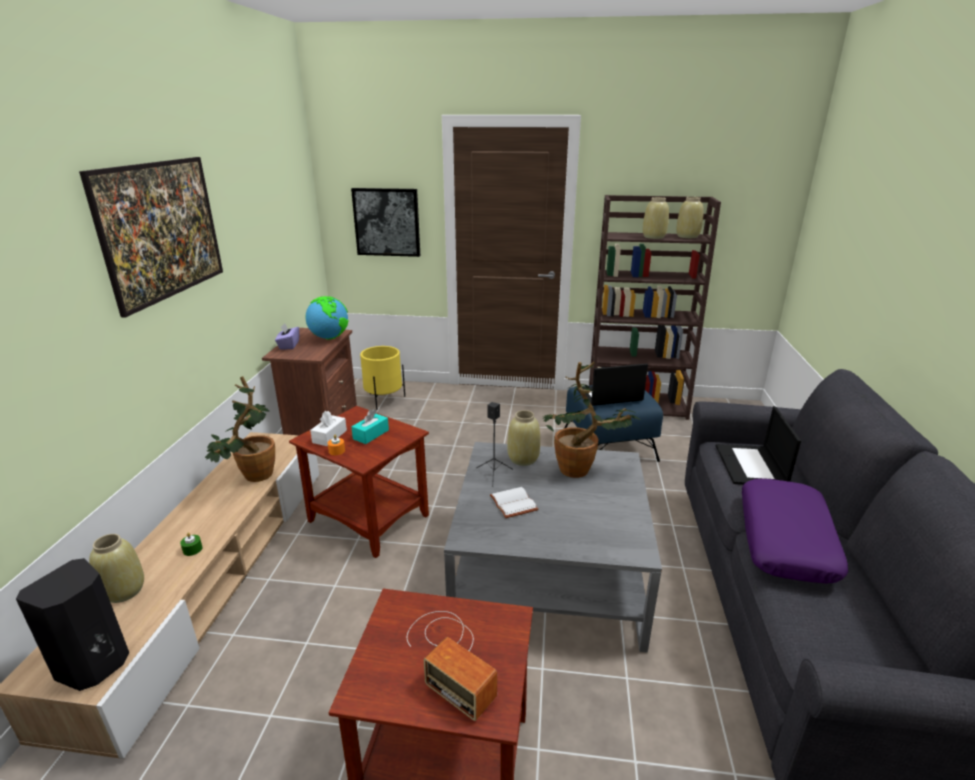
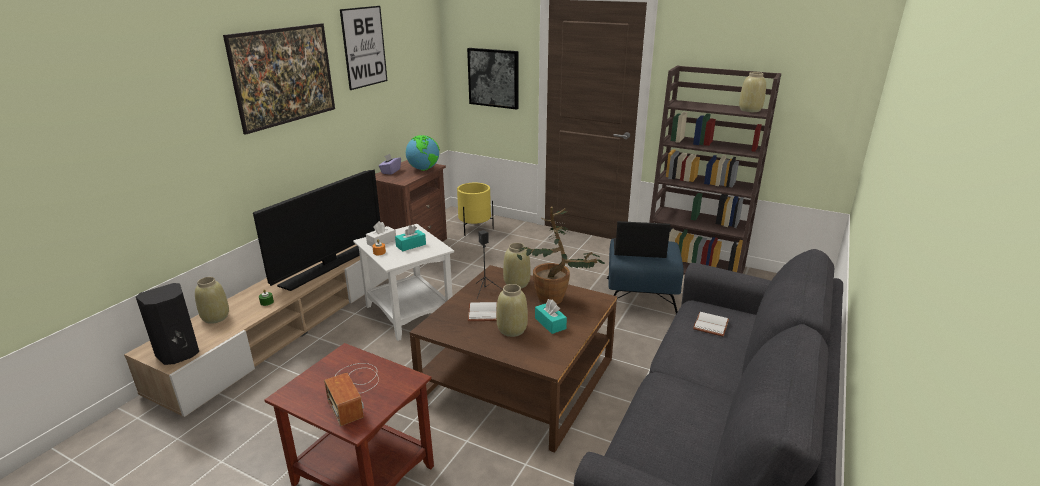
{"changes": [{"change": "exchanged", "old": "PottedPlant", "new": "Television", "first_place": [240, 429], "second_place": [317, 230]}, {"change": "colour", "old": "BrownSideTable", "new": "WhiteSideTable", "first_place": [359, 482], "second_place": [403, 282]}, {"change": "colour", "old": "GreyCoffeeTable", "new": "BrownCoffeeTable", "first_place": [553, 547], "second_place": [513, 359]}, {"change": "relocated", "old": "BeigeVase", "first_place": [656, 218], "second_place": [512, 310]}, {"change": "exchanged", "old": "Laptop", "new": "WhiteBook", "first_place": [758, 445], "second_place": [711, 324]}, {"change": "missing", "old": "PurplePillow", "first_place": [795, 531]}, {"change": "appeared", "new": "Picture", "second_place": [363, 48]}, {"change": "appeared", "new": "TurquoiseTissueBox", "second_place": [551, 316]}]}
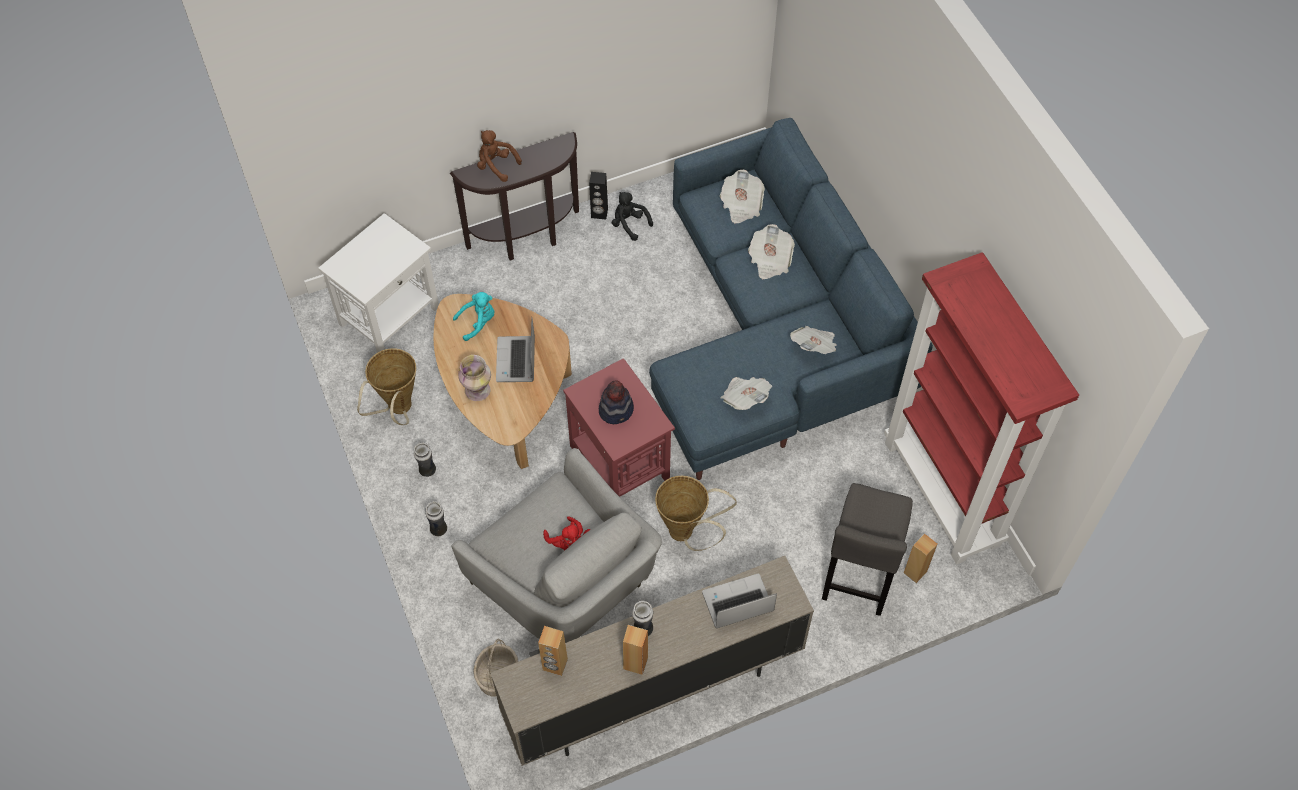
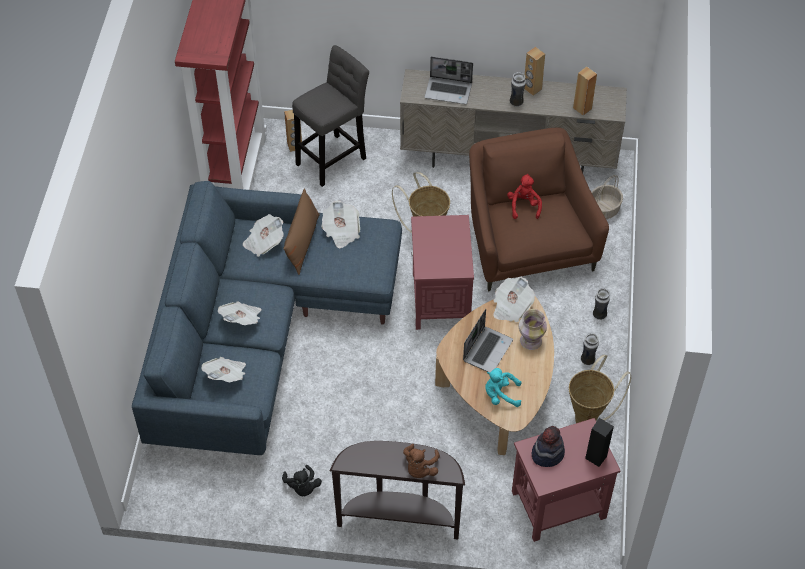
{"changes": [{"change": "colour", "old": "WhiteSideTable", "new": "RedSideTable", "first_place": [378, 283], "second_place": [566, 480]}, {"change": "colour", "old": "GreyArmchair", "new": "BrownArmchair", "first_place": [557, 545], "second_place": [539, 209]}, {"change": "spun", "old": "BrownPlushToy", "first_place": [499, 156], "second_place": [421, 461], "degrees": 45}, {"change": "relocated", "old": "BlackSpeaker", "first_place": [598, 195], "second_place": [599, 442]}, {"change": "relocated", "old": "Hat", "first_place": [616, 402], "second_place": [548, 446]}, {"change": "appeared", "new": "BrownPillow", "second_place": [301, 231]}, {"change": "appeared", "new": "Newspaper", "second_place": [514, 299]}]}
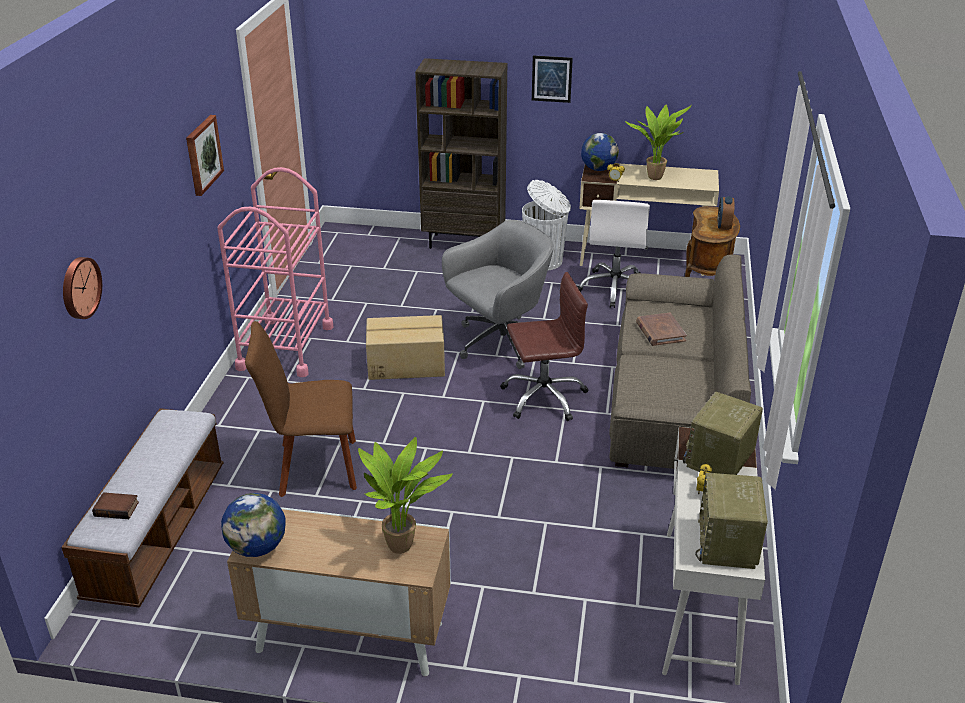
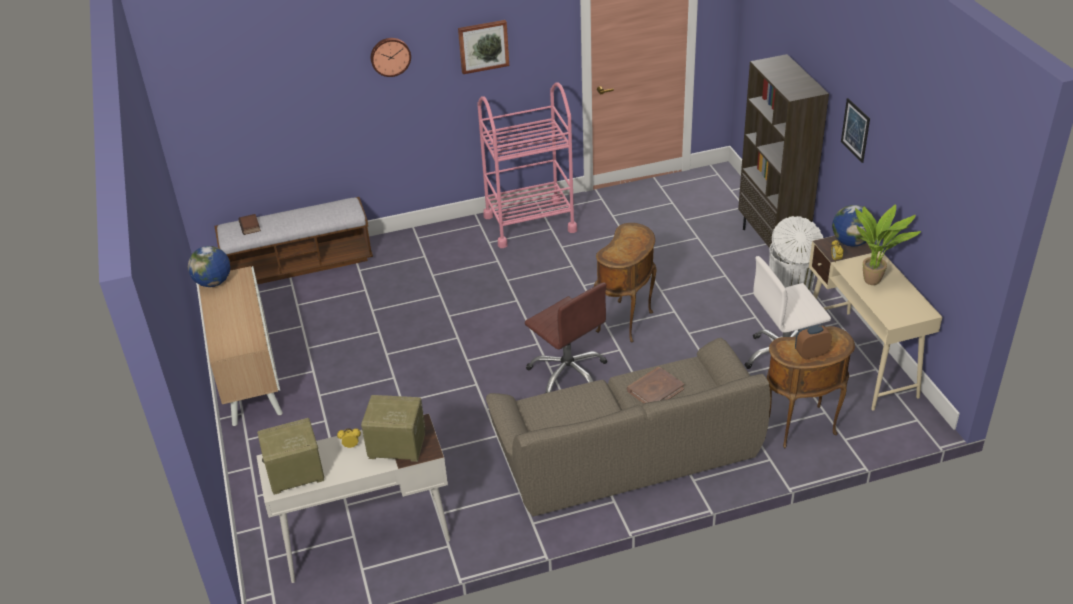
{"changes": [{"change": "relocated", "old": "WallClock", "first_place": [82, 288], "second_place": [391, 57]}, {"change": "missing", "old": "BrownChair", "first_place": [301, 409]}, {"change": "missing", "old": "PottedPlant", "first_place": [405, 495]}, {"change": "missing", "old": "CardboardBox", "first_place": [405, 347]}, {"change": "exchanged", "old": "GreyOfficeChair", "new": "BrownSideTable", "first_place": [498, 294], "second_place": [625, 283]}]}
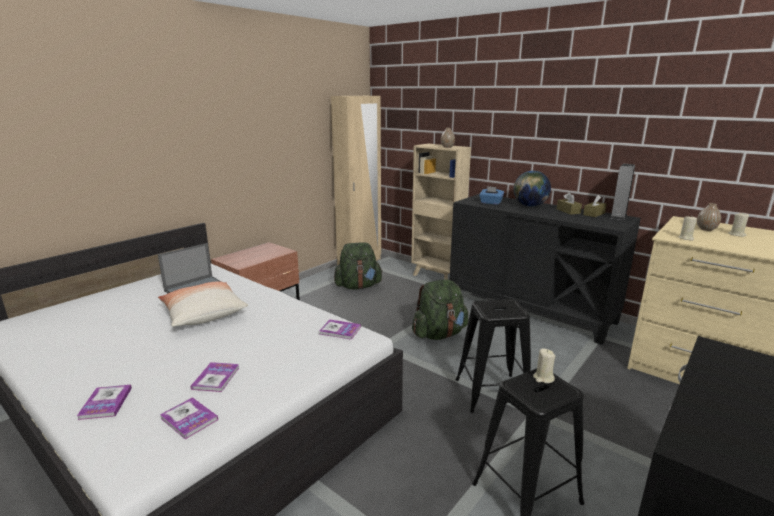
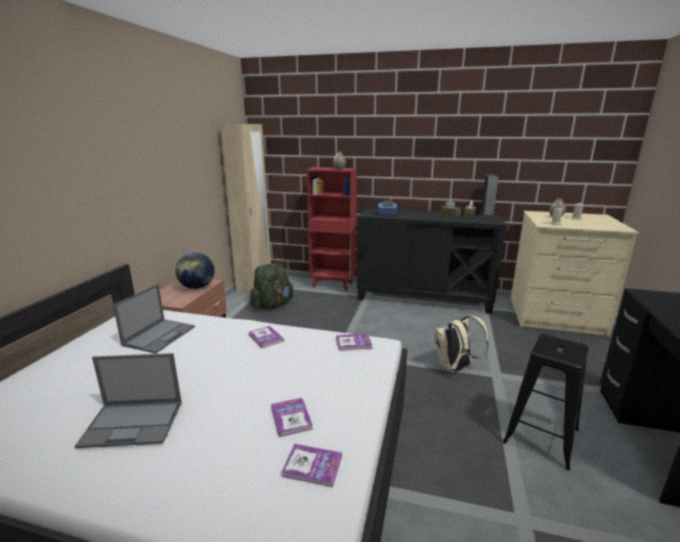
{"changes": [{"change": "relocated", "old": "Book", "first_place": [104, 402], "second_place": [266, 337]}, {"change": "missing", "old": "Pillow", "first_place": [203, 304]}, {"change": "colour", "old": "BeigeBookcase", "new": "RedBookcase", "first_place": [441, 211], "second_place": [332, 229]}, {"change": "missing", "old": "GreenBackpack", "first_place": [440, 309]}, {"change": "exchanged", "old": "BlackStool", "new": "BeigeBackpack", "first_place": [493, 356], "second_place": [461, 344]}, {"change": "relocated", "old": "Globe", "first_place": [532, 189], "second_place": [195, 270]}, {"change": "missing", "old": "BeigeCandle", "first_place": [544, 366]}, {"change": "appeared", "new": "Laptop", "second_place": [128, 400]}]}
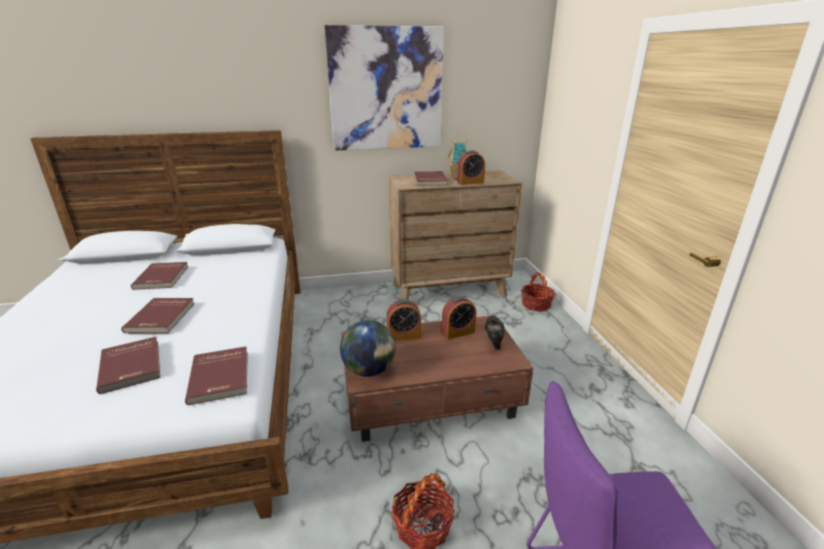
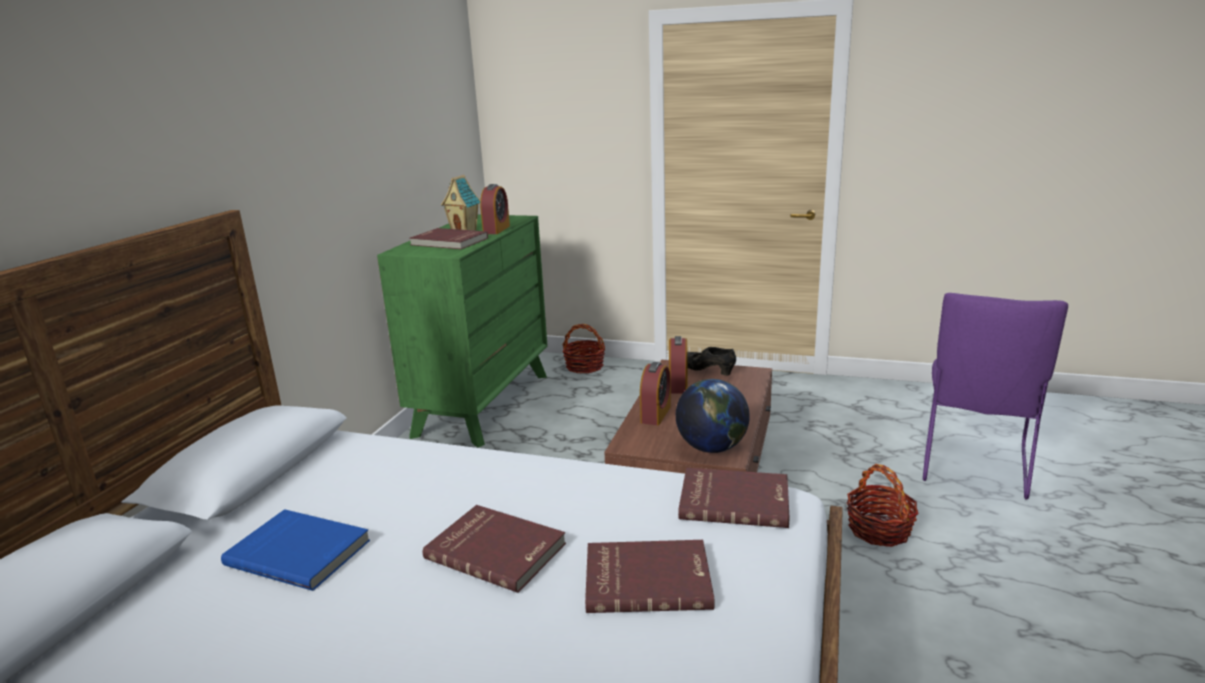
{"changes": [{"change": "colour", "old": "RedBook", "new": "BlueBook", "first_place": [159, 276], "second_place": [295, 550]}, {"change": "missing", "old": "Picture", "first_place": [384, 88]}, {"change": "colour", "old": "BrownDresser", "new": "GreenDresser", "first_place": [455, 235], "second_place": [462, 331]}]}
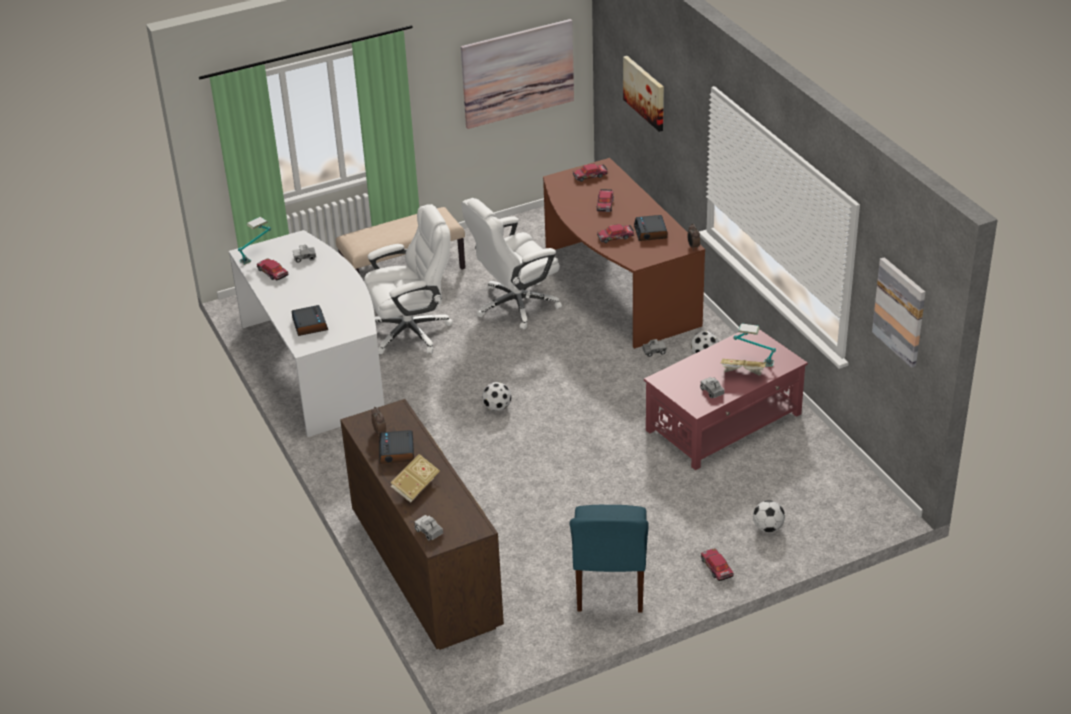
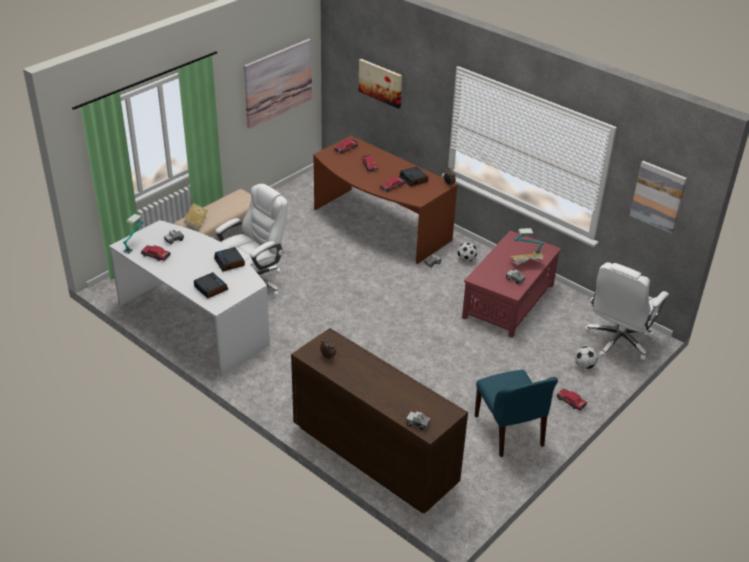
{"changes": [{"change": "relocated", "old": "AlarmClock", "first_place": [396, 447], "second_place": [229, 259]}, {"change": "relocated", "old": "Book", "first_place": [415, 478], "second_place": [196, 216]}, {"change": "relocated", "old": "WhiteOfficeChair", "first_place": [511, 264], "second_place": [626, 311]}, {"change": "missing", "old": "Football", "first_place": [496, 396]}]}
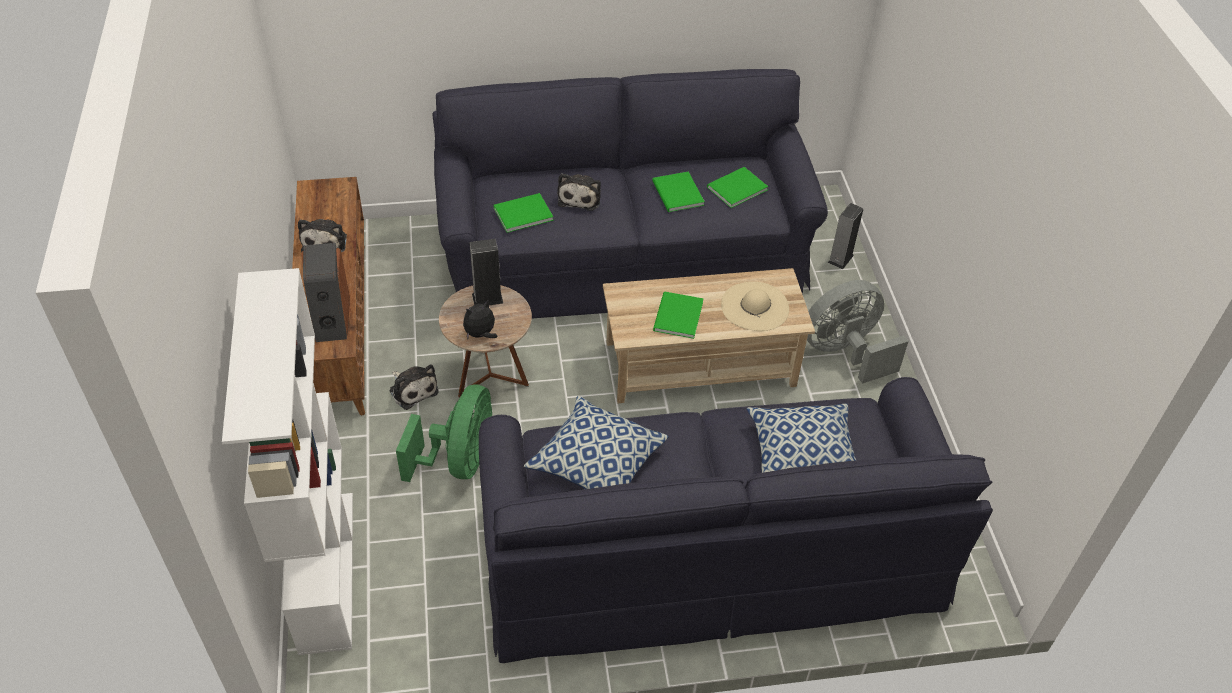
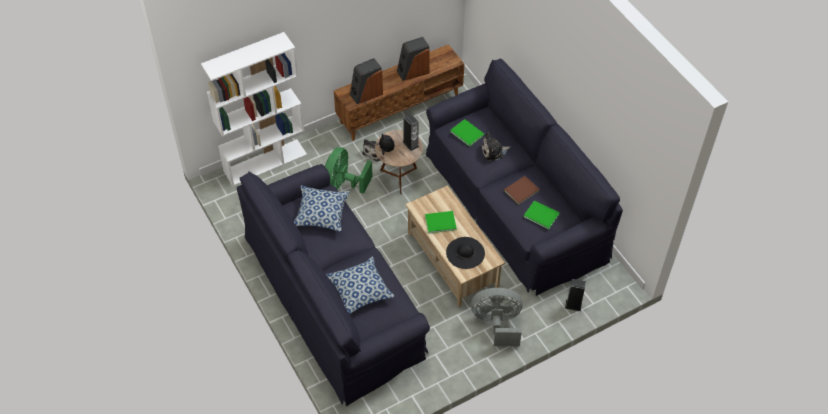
{"changes": [{"change": "exchanged", "old": "PlushToy", "new": "Speaker", "first_place": [322, 236], "second_place": [413, 59]}, {"change": "spun", "old": "GreenFan", "first_place": [444, 433], "second_place": [349, 170], "degrees": 120}, {"change": "colour", "old": "GreenBook", "new": "BrownBook", "first_place": [678, 191], "second_place": [521, 190]}, {"change": "colour", "old": "BeigeHat", "new": "BlackHat", "first_place": [755, 306], "second_place": [465, 253]}, {"change": "spun", "old": "GreyFan", "first_place": [858, 332], "second_place": [496, 317], "degrees": -45}]}
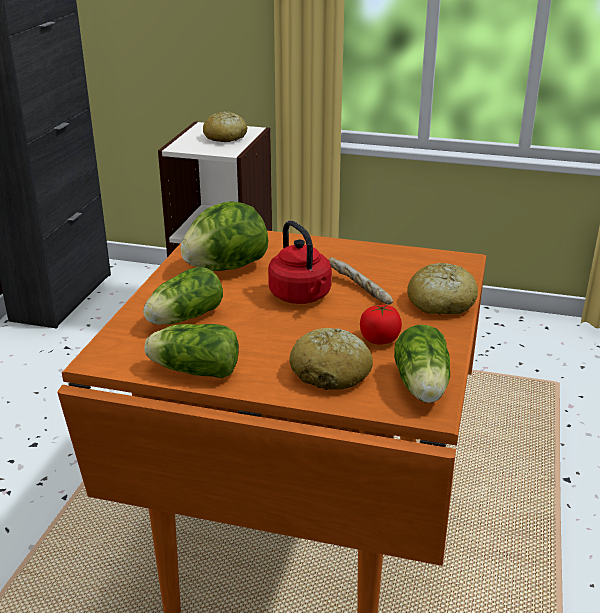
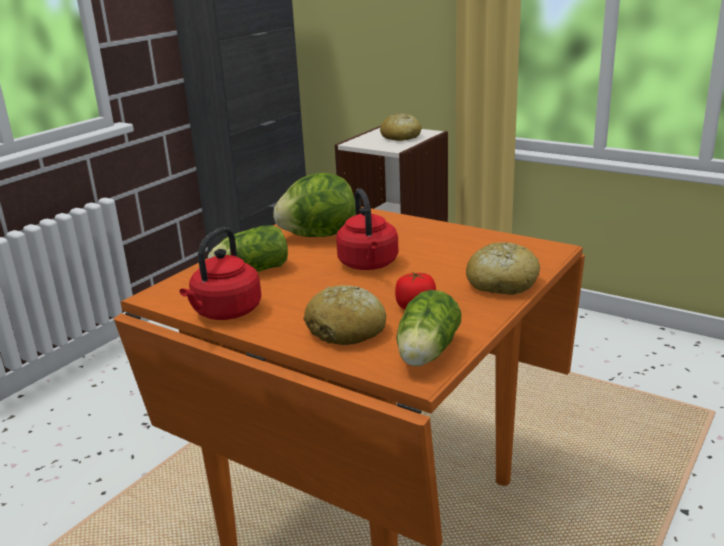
{"changes": [{"change": "exchanged", "old": "Lettuce", "new": "RedKettle", "first_place": [191, 351], "second_place": [221, 273]}, {"change": "missing", "old": "Bread", "first_place": [361, 280]}]}
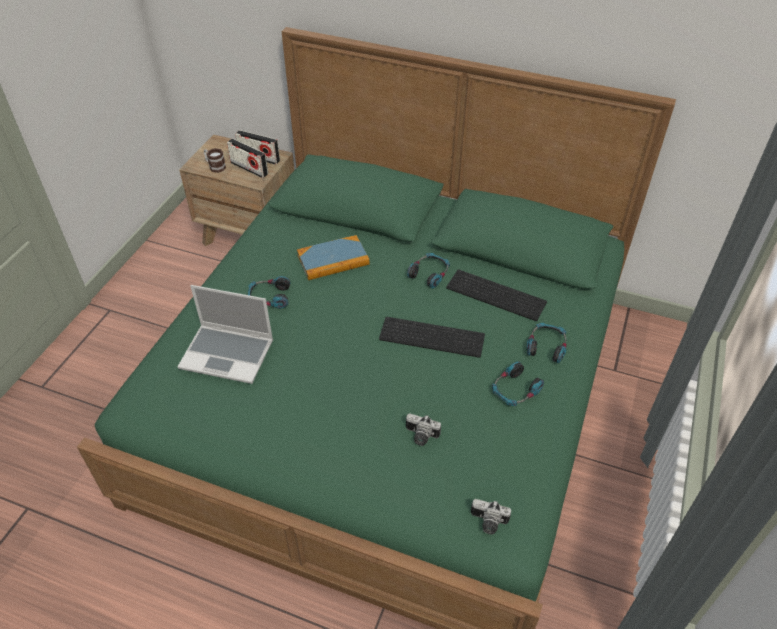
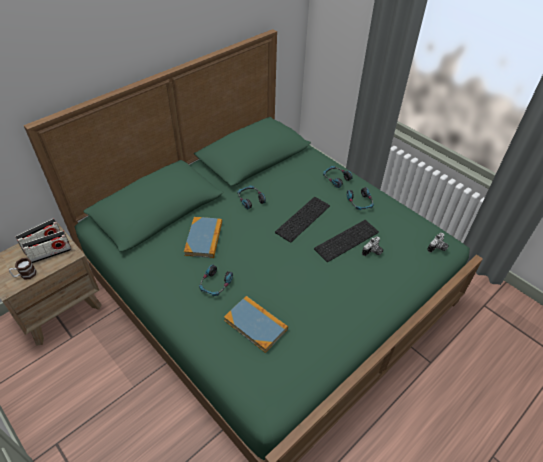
{"changes": [{"change": "exchanged", "old": "Laptop", "new": "Book", "first_place": [225, 334], "second_place": [256, 324]}, {"change": "relocated", "old": "Keyboard", "first_place": [496, 295], "second_place": [346, 241]}]}
